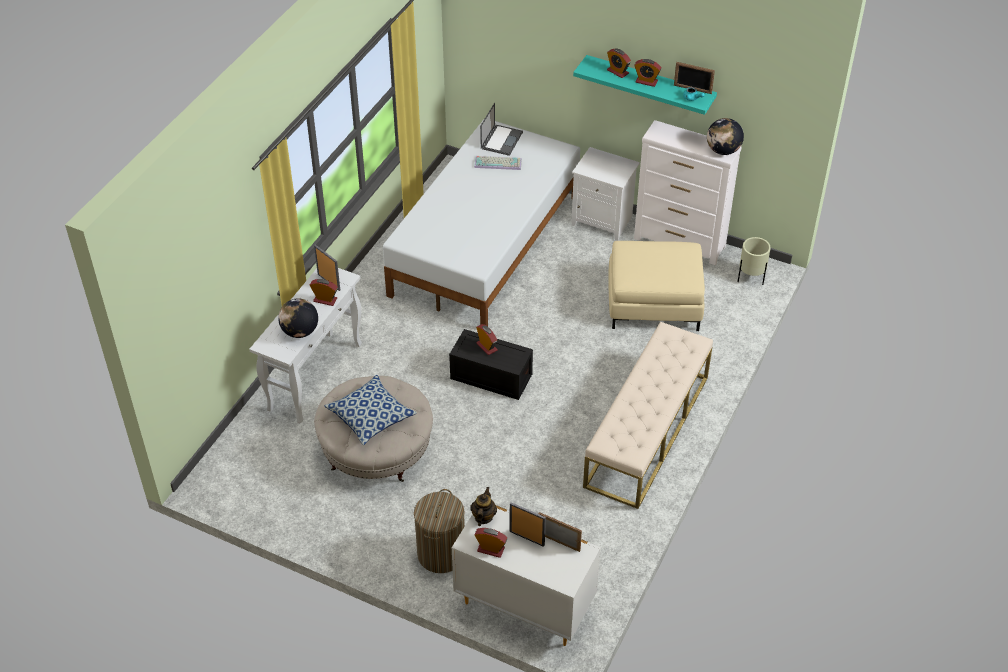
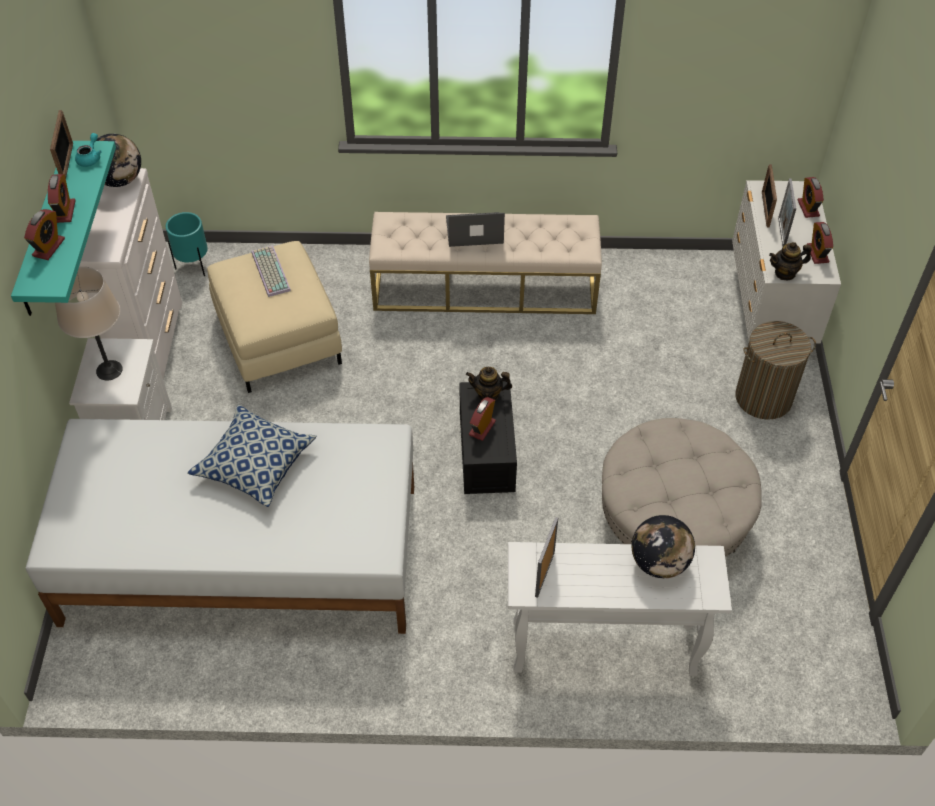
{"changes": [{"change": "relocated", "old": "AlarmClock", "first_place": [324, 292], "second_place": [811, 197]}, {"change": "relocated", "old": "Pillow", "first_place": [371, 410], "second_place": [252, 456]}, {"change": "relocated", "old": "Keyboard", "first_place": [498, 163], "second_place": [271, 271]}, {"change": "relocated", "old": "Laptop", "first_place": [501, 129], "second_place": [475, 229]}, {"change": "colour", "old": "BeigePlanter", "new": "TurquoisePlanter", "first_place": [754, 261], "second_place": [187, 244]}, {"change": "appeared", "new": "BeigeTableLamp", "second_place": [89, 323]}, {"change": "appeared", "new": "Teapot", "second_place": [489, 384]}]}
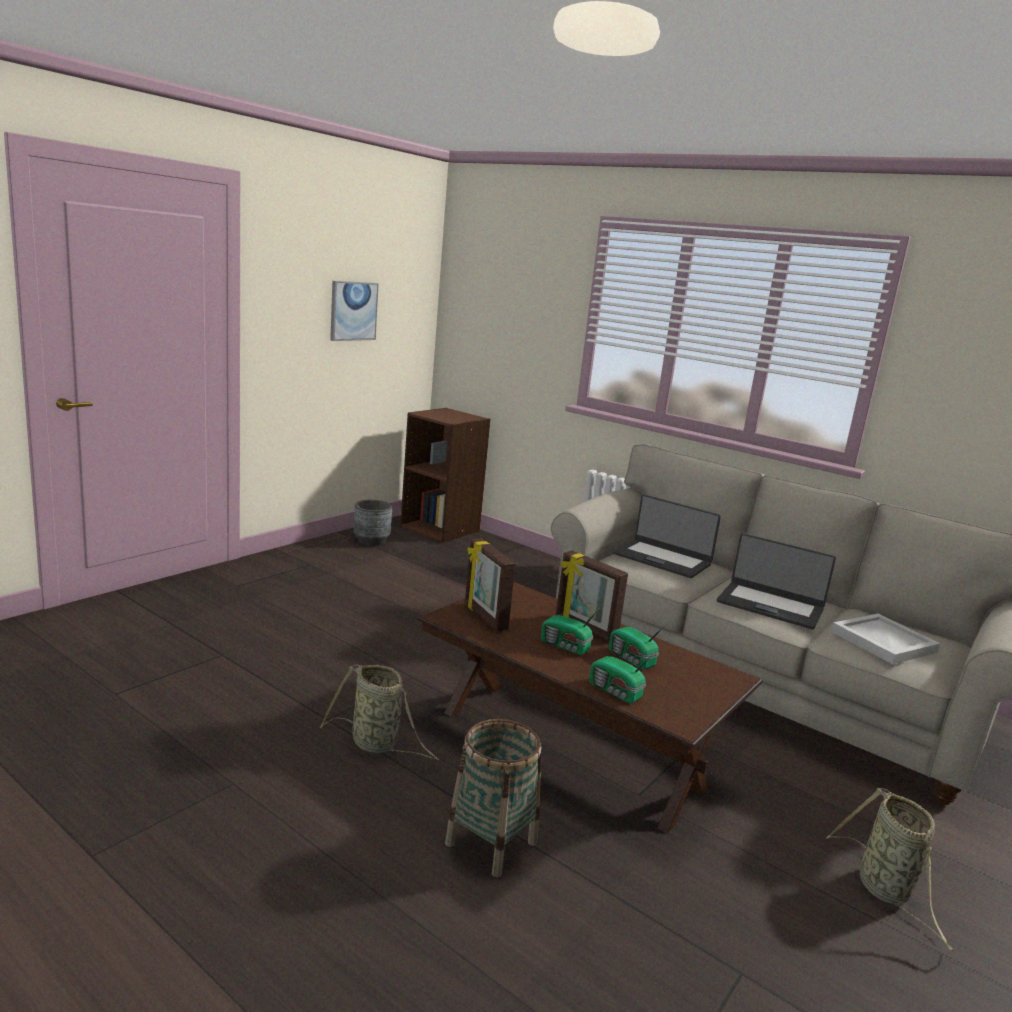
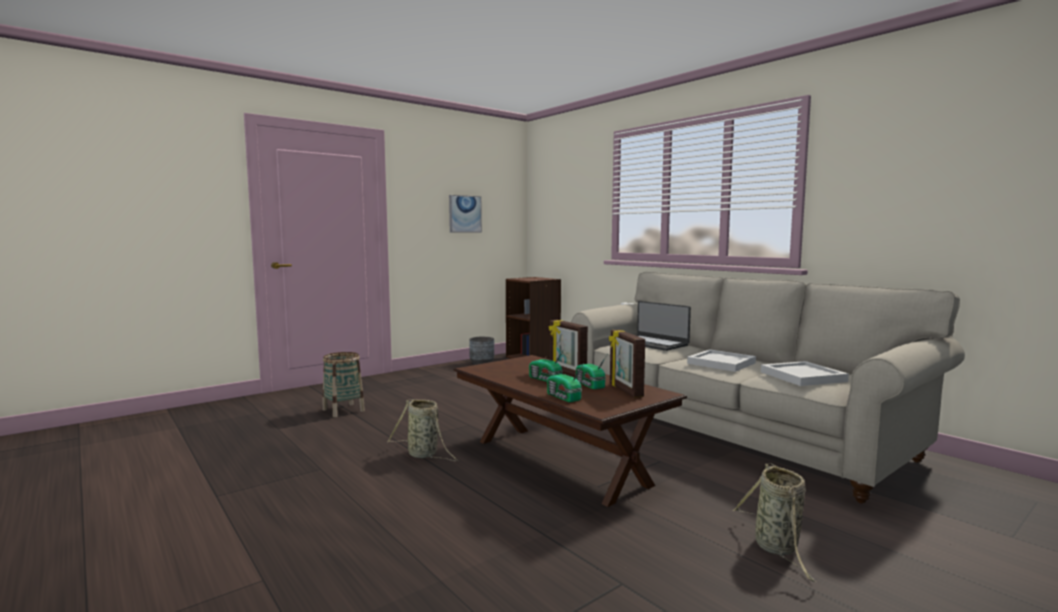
{"changes": [{"change": "relocated", "old": "Basket", "first_place": [493, 798], "second_place": [344, 384]}, {"change": "relocated", "old": "PictureFrame", "first_place": [490, 585], "second_place": [627, 364]}, {"change": "exchanged", "old": "Laptop", "new": "WhiteTray", "first_place": [776, 581], "second_place": [721, 360]}]}
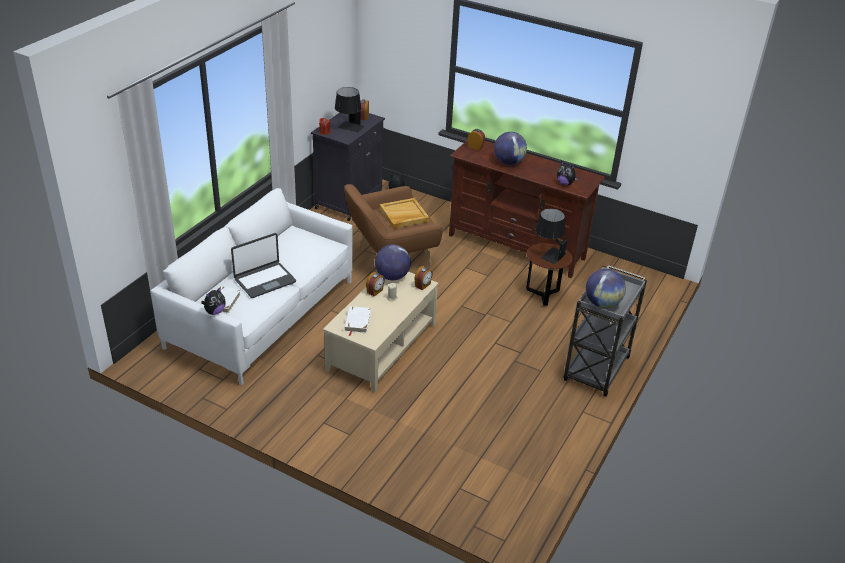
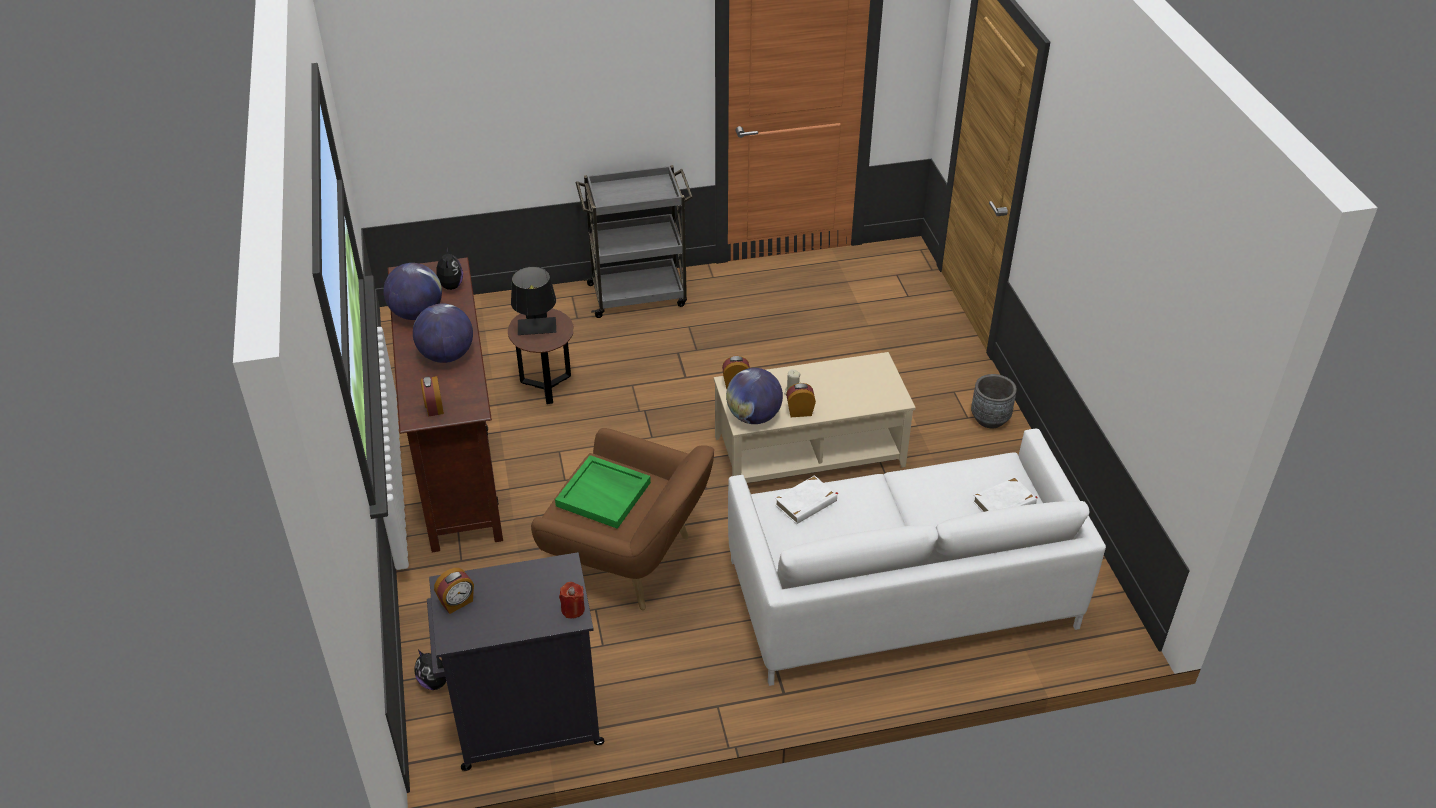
{"changes": [{"change": "missing", "old": "PlushToy", "first_place": [213, 301]}, {"change": "missing", "old": "Laptop", "first_place": [263, 265]}, {"change": "missing", "old": "BlackTableLamp", "first_place": [350, 109]}, {"change": "relocated", "old": "WhiteBook", "first_place": [357, 321], "second_place": [806, 499]}, {"change": "colour", "old": "BeigeTray", "new": "GreenTray", "first_place": [404, 213], "second_place": [603, 492]}, {"change": "relocated", "old": "Globe", "first_place": [606, 288], "second_place": [412, 291]}, {"change": "appeared", "new": "GreyPlanter", "second_place": [994, 401]}]}
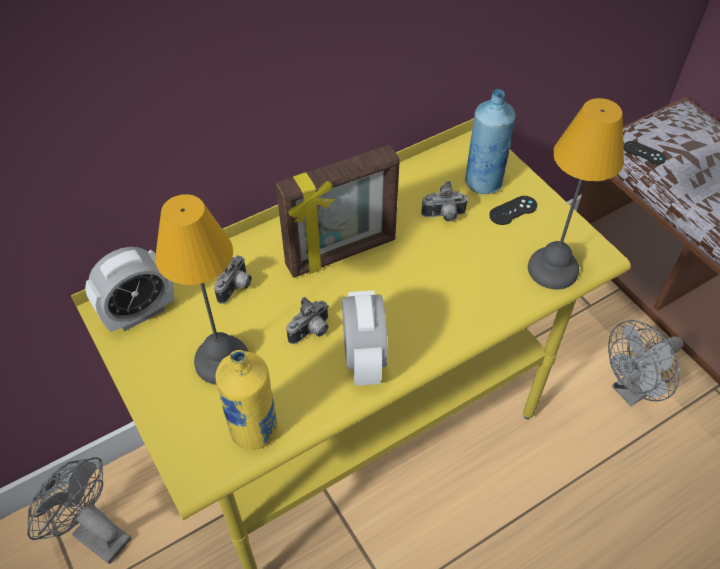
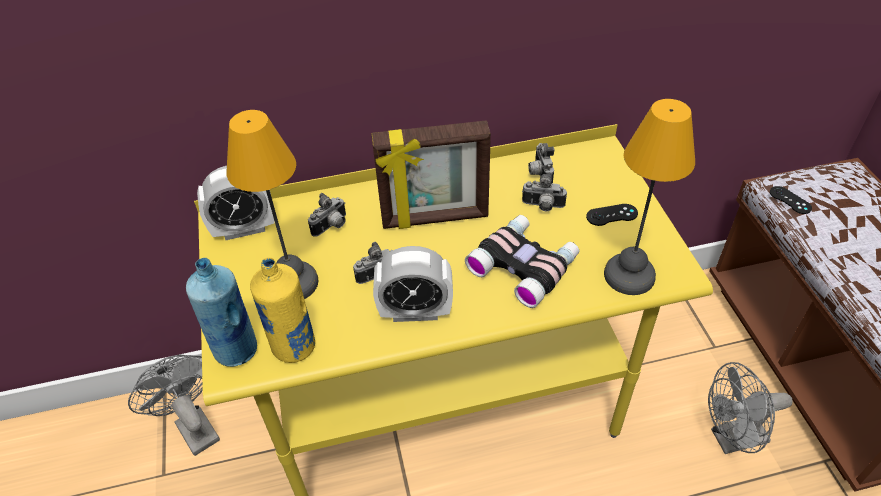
{"changes": [{"change": "spun", "old": "AlarmClock", "first_place": [365, 338], "second_place": [413, 284], "degrees": 75}, {"change": "relocated", "old": "BlueBottle", "first_place": [490, 141], "second_place": [221, 312]}, {"change": "appeared", "new": "Binoculars", "second_place": [522, 261]}, {"change": "appeared", "new": "PhotoCamera", "second_place": [541, 163]}]}
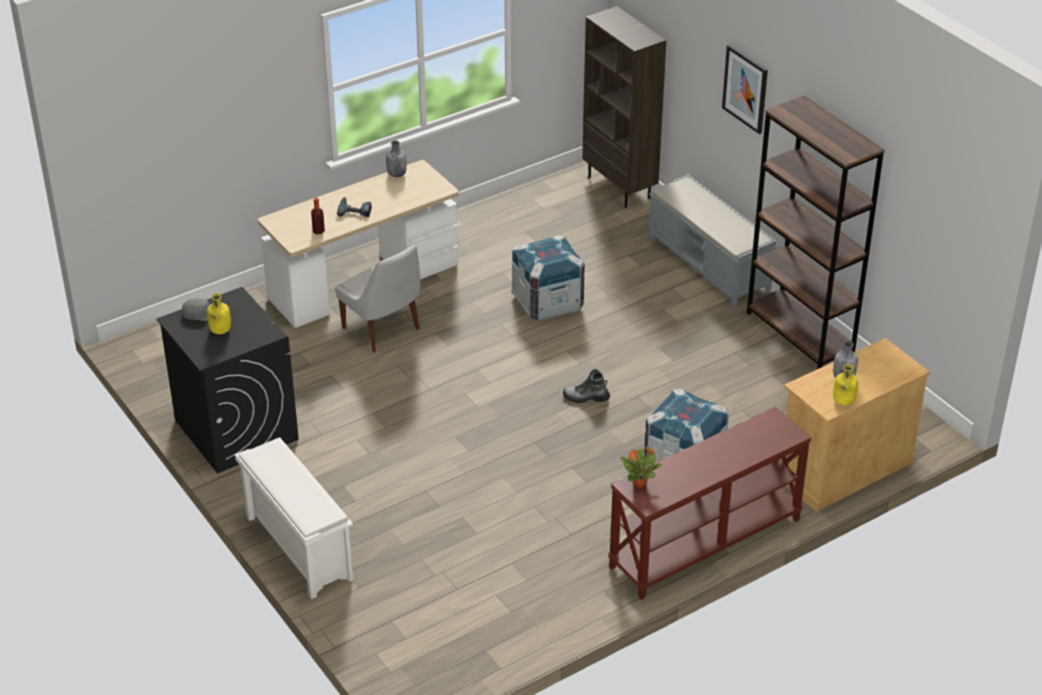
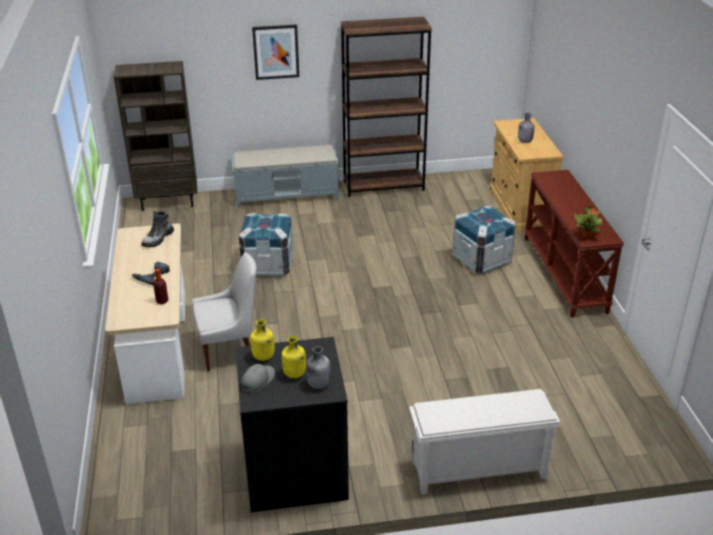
{"changes": [{"change": "relocated", "old": "GreyBottle", "first_place": [396, 159], "second_place": [318, 367]}, {"change": "relocated", "old": "Boot", "first_place": [586, 386], "second_place": [157, 229]}, {"change": "relocated", "old": "YellowBottle", "first_place": [845, 385], "second_place": [262, 340]}]}
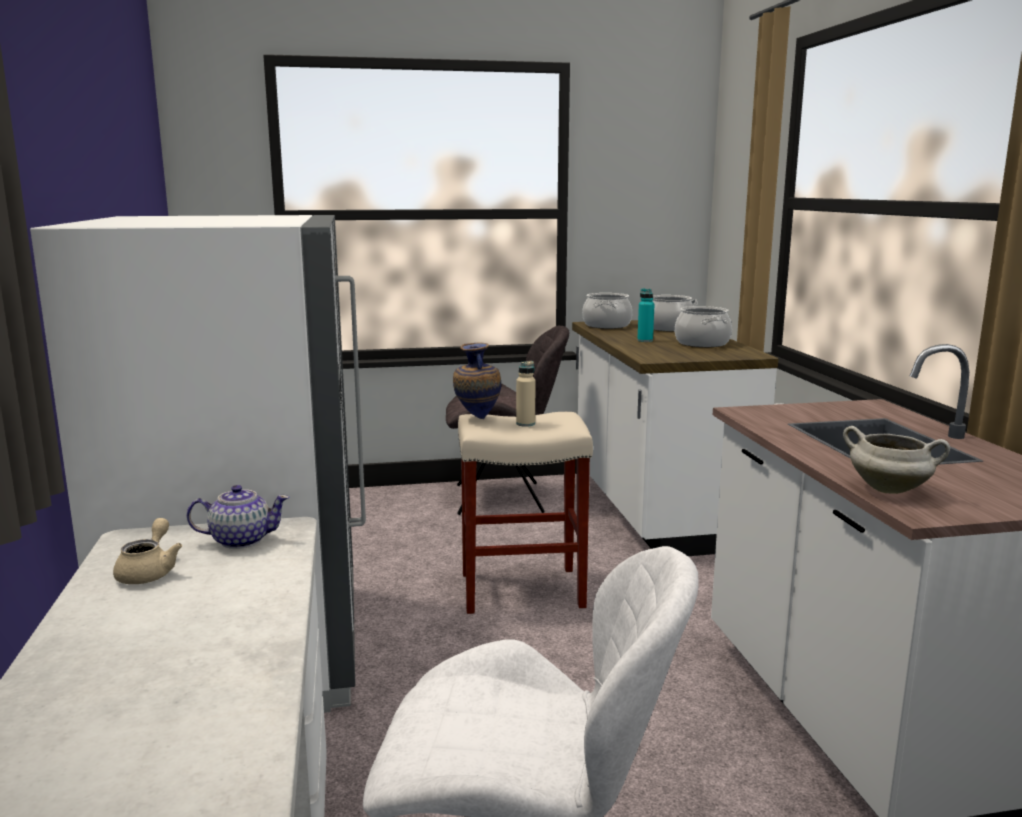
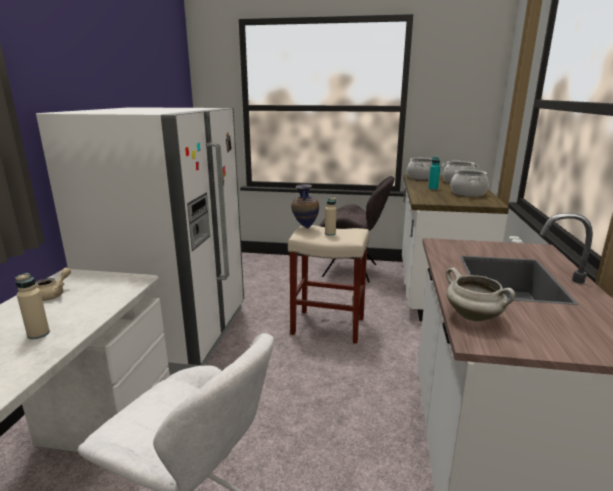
{"changes": [{"change": "missing", "old": "Teapot", "first_place": [238, 517]}, {"change": "appeared", "new": "BeigeBottle", "second_place": [32, 306]}]}
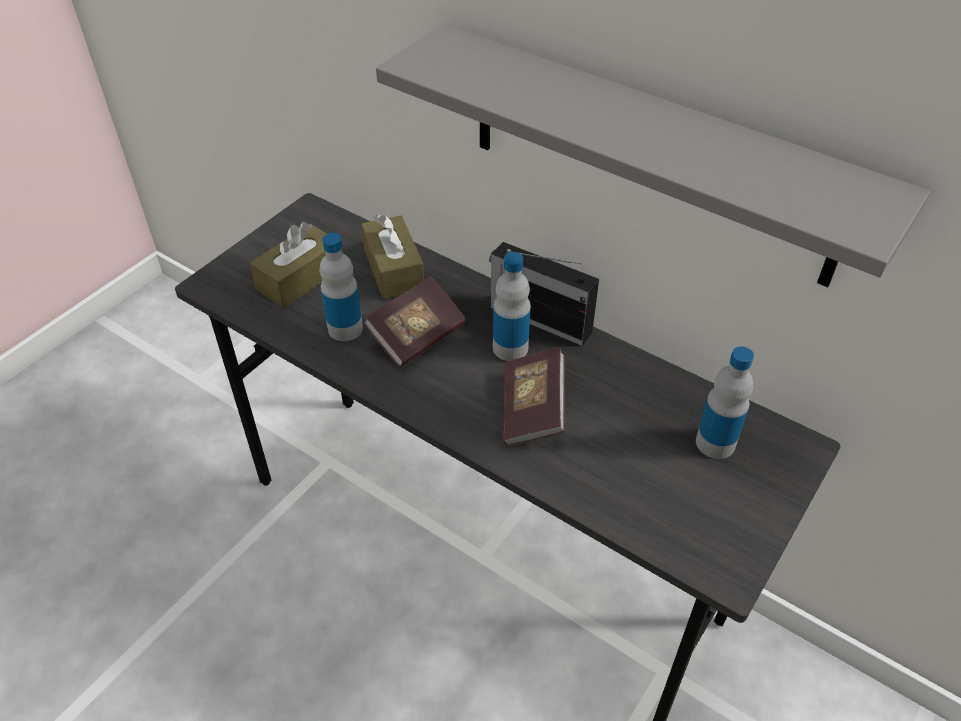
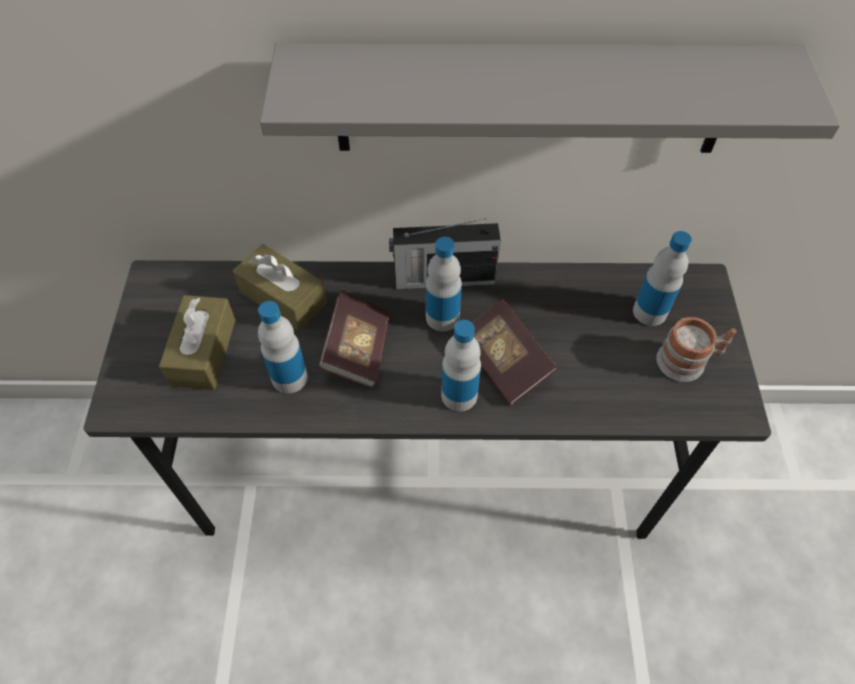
{"changes": [{"change": "appeared", "new": "Bottle", "second_place": [461, 365]}, {"change": "appeared", "new": "Mug", "second_place": [696, 349]}]}
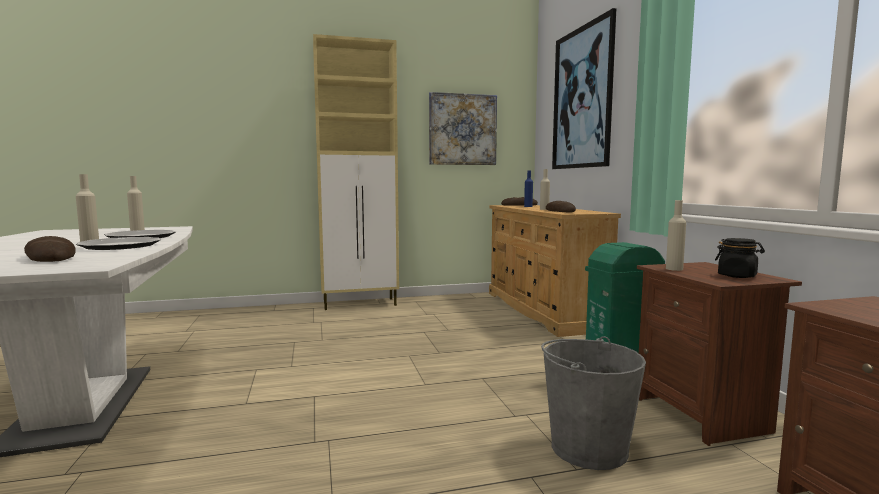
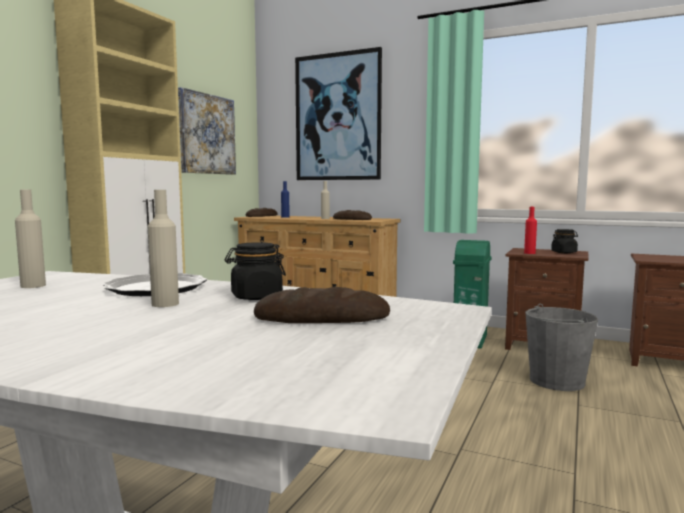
{"changes": [{"change": "exchanged", "old": "Plate", "new": "BlackJar", "first_place": [118, 243], "second_place": [255, 271]}, {"change": "colour", "old": "BeigeBottle", "new": "RedBottle", "first_place": [676, 235], "second_place": [530, 230]}]}
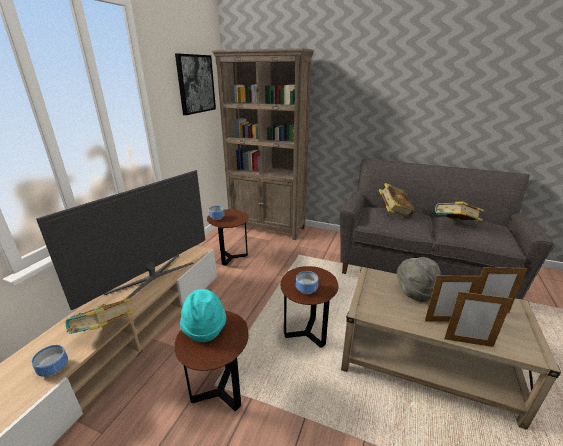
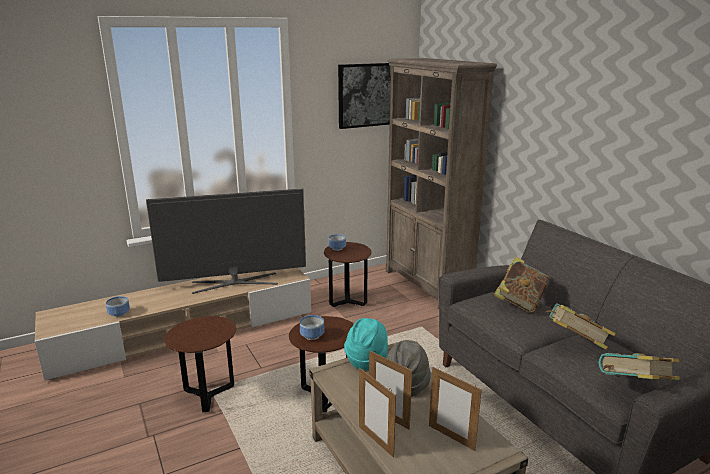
{"changes": [{"change": "relocated", "old": "Book", "first_place": [100, 316], "second_place": [639, 366]}, {"change": "relocated", "old": "TurquoiseHat", "first_place": [203, 315], "second_place": [366, 344]}]}
